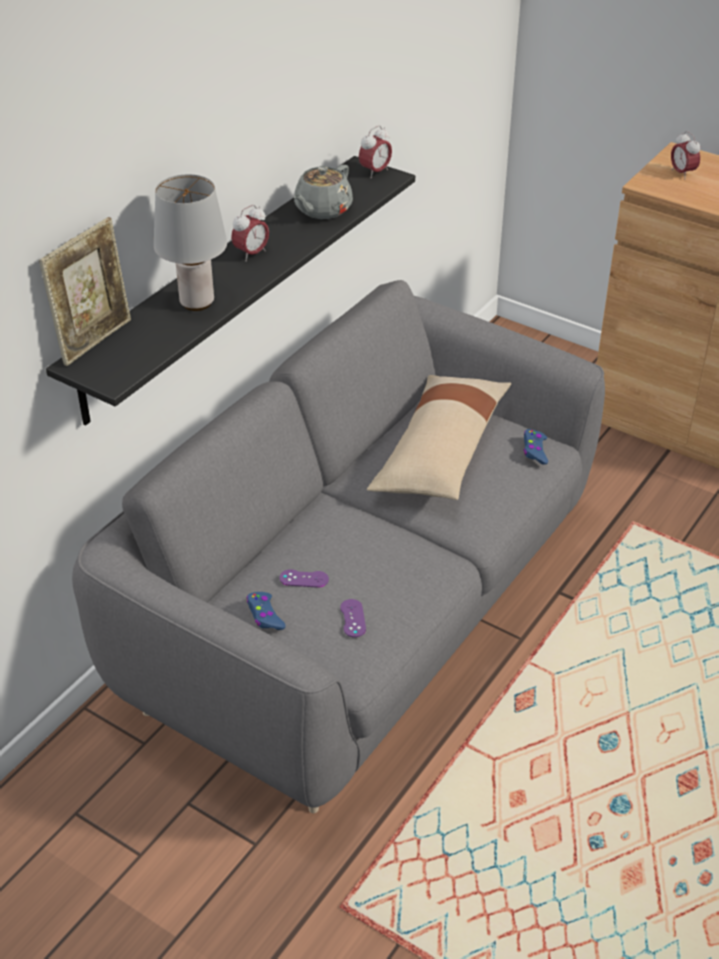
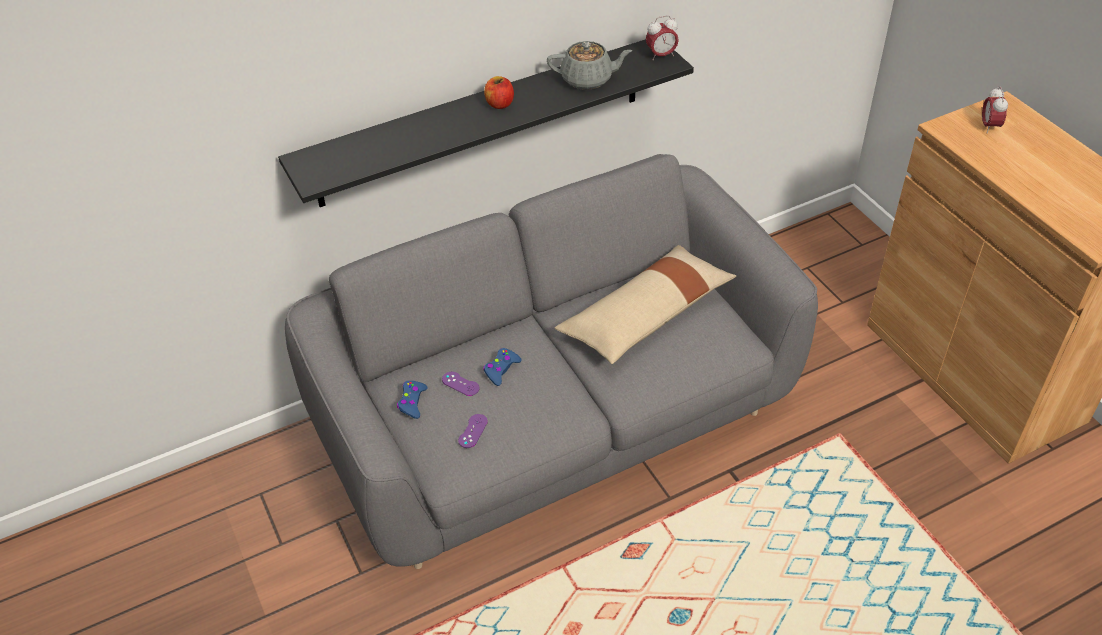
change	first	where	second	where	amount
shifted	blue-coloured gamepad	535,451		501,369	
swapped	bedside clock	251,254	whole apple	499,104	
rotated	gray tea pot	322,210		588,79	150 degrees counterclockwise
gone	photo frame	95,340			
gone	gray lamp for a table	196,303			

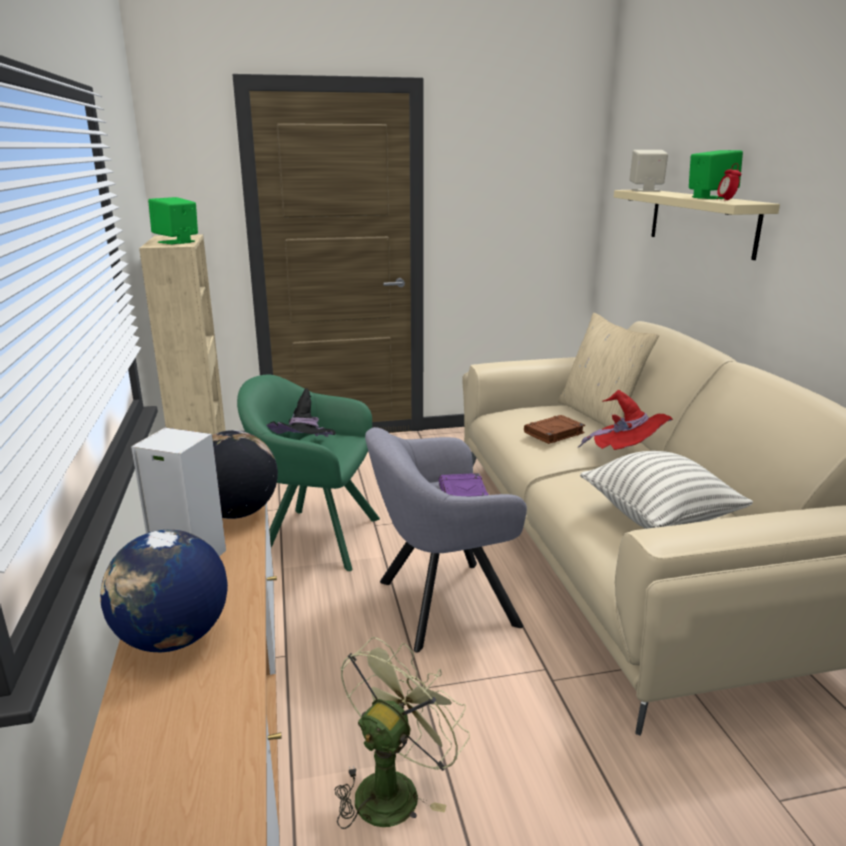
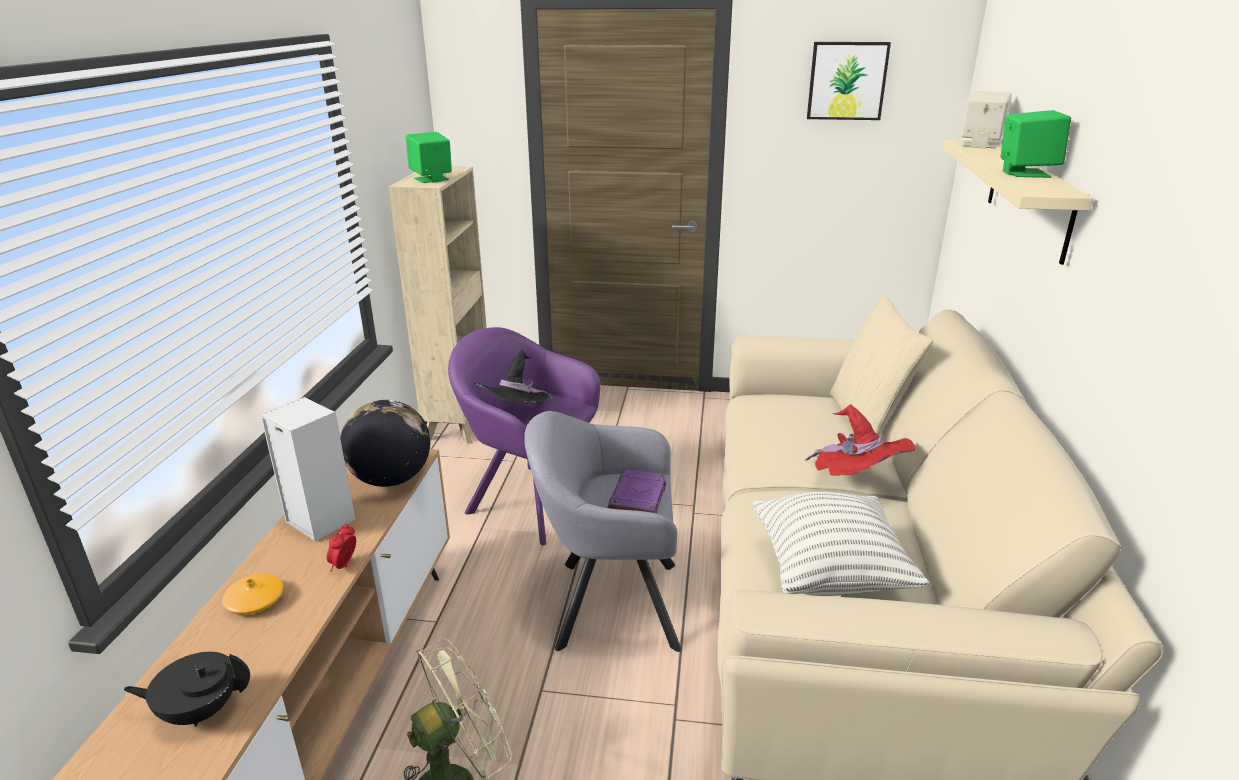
change	first	where	second	where	amount
new			blackish tea pot	200,711	
swapped	desk globe	173,638	orangey flower vase	255,600	
shifted	bedside clock	726,201		345,565	
repainted	green easy chair	314,536	purple easy chair	529,498	
new			picture	847,81	
gone	brown-coloured volume	553,433			

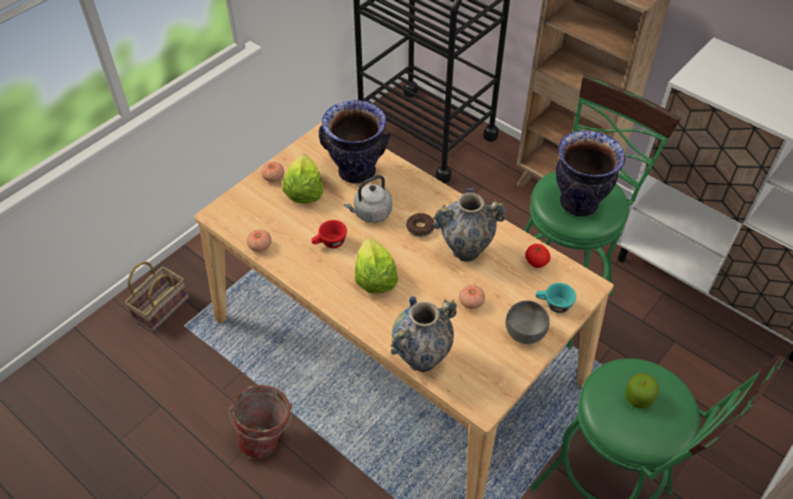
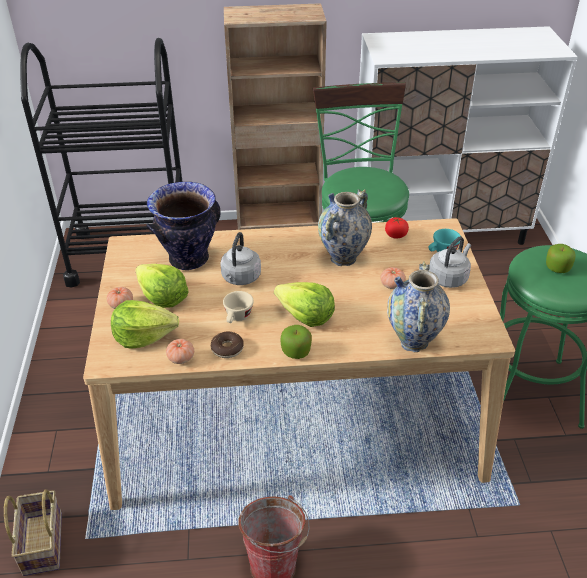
change	first	where	second	where	amount
new			head of lettuce	144,336	
shifted	ring doughnut	420,228		227,349	
repainted	reddish drinking cup	329,243	beige drinking cup	237,318	
new			whole apple	296,351	
swapped	gray deep dish	525,331	gray water kettle	449,278	
gone	flower vase	579,204			

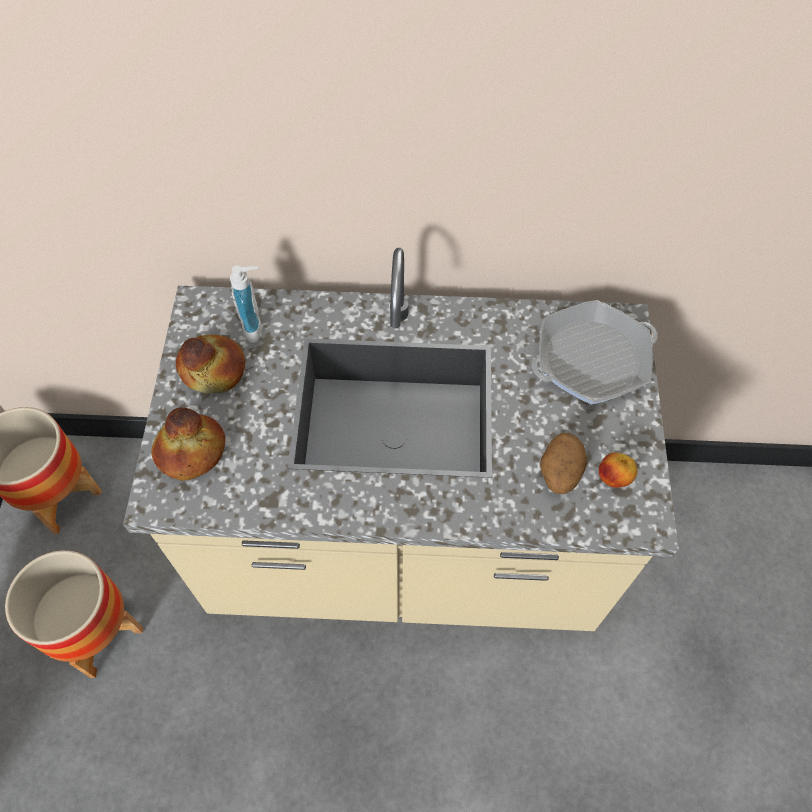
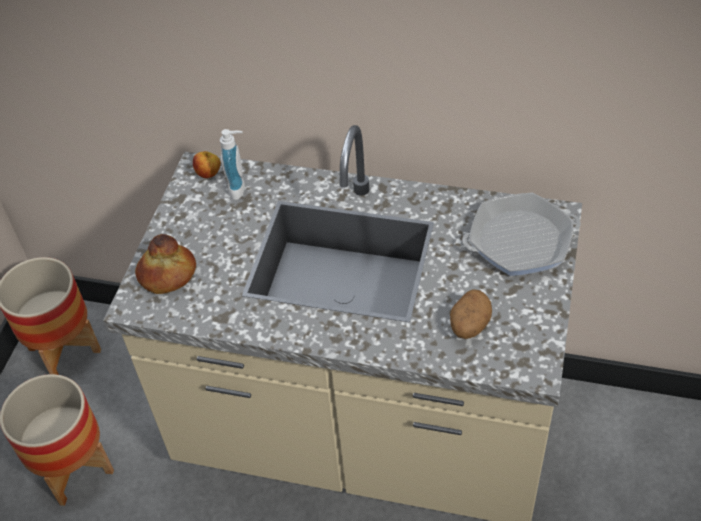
change	first	where	second	where	amount
shifted	whole apple	614,478		209,174	
gone	baked bread	213,368			

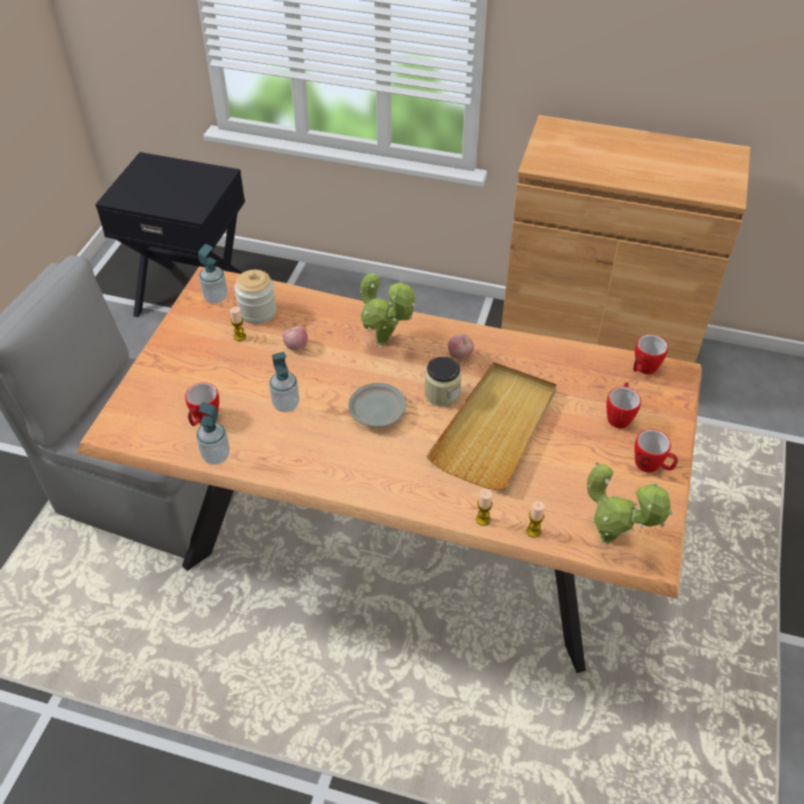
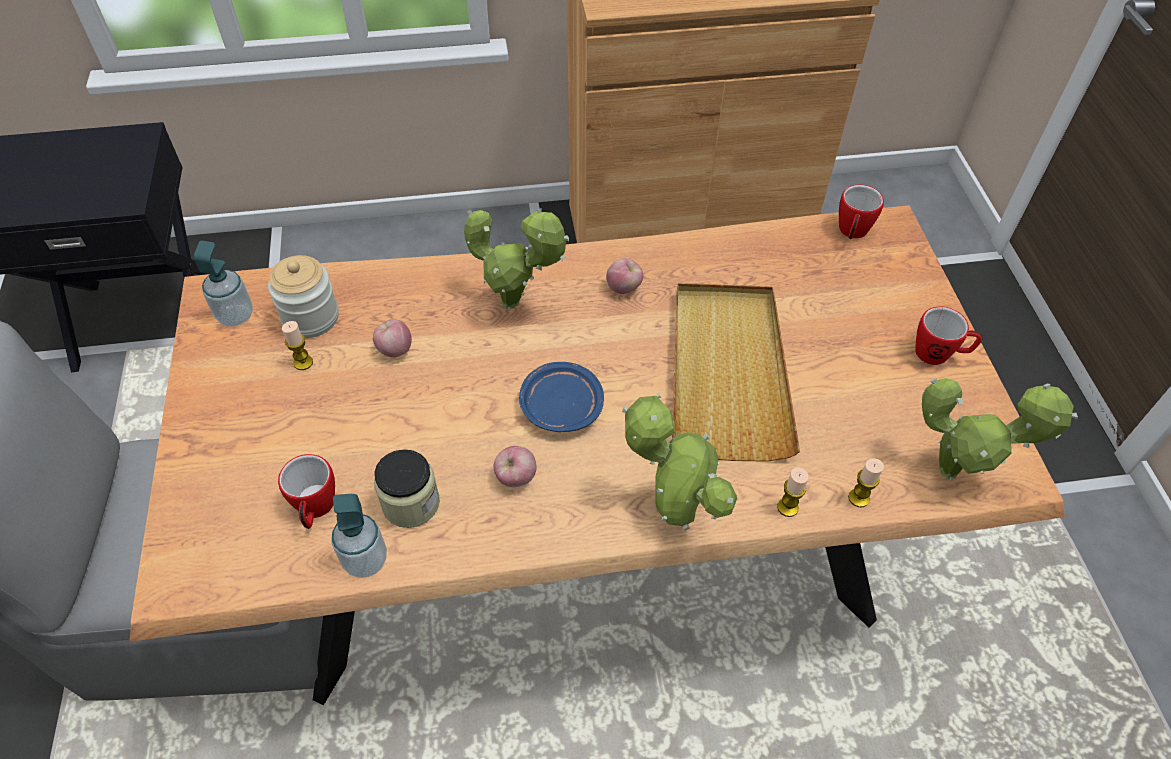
change	first	where	second	where	amount
shifted	preserve jar	442,394		411,503	
new			whole apple	516,478	
repainted	gray dinner plate	377,411	blue-coloured dinner plate	561,405	
new			potted plant	673,513	
gone	liquid soap bottle	286,404			
gone	tea mug	619,416			

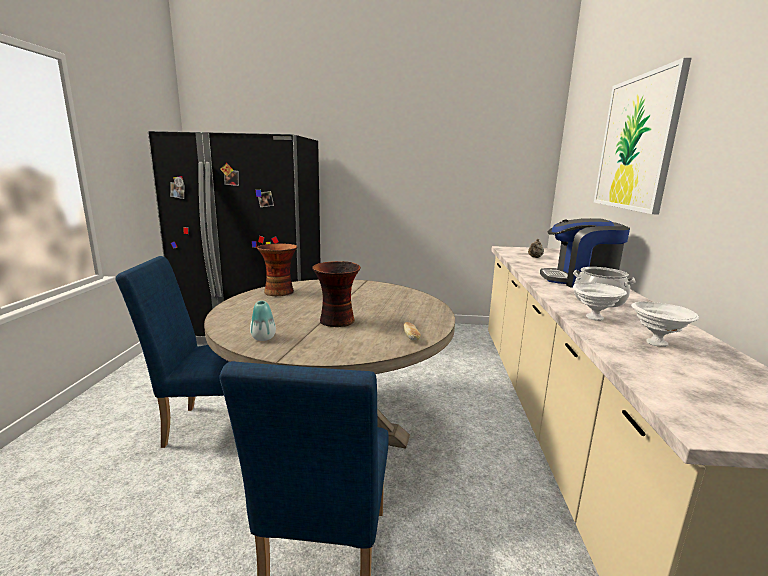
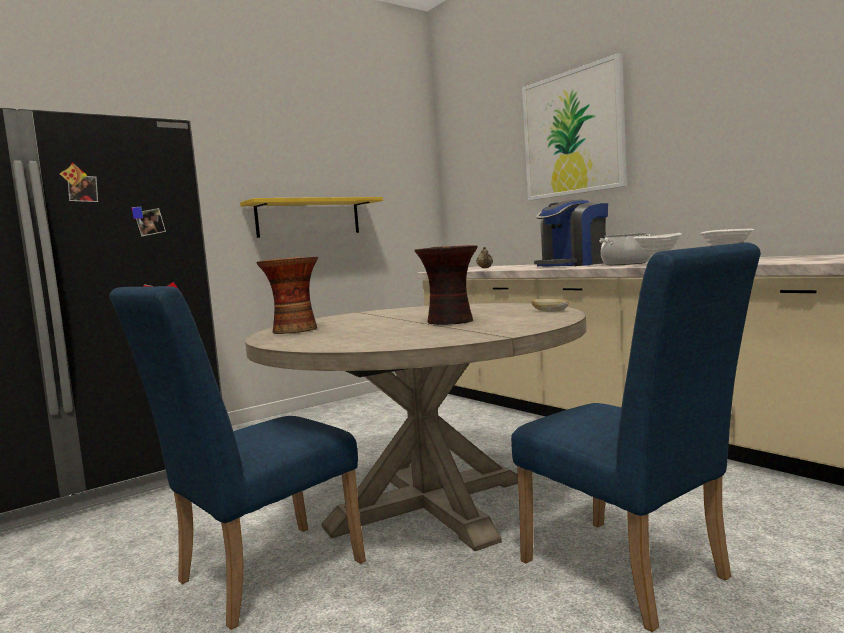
change	first	where	second	where	amount
new			yellow-coloured shelf	308,218	
gone	flower vase	263,338			

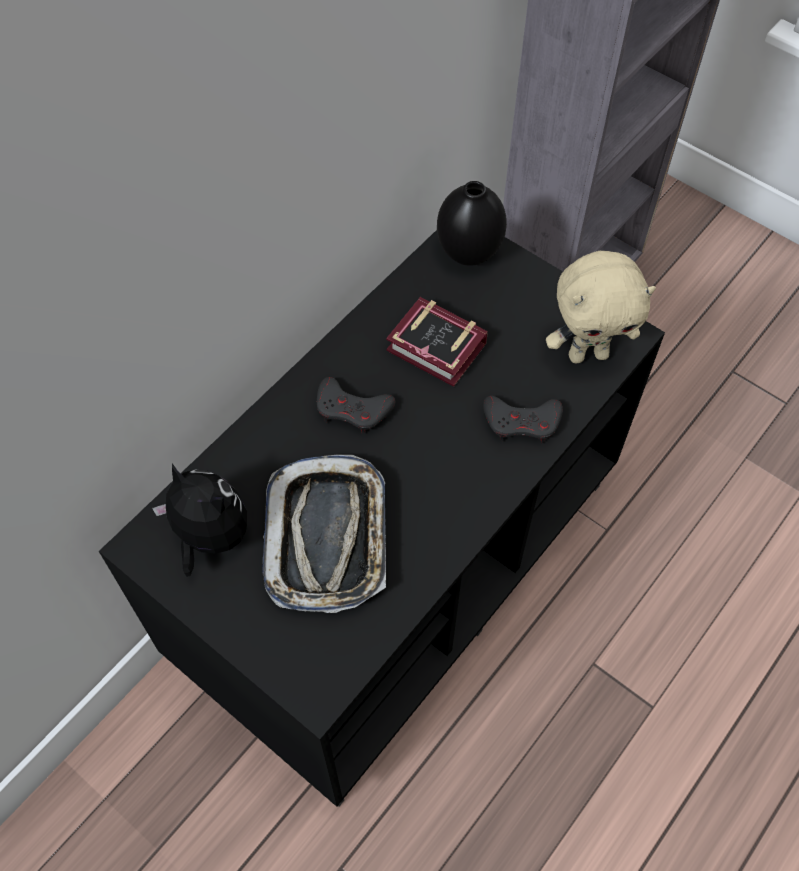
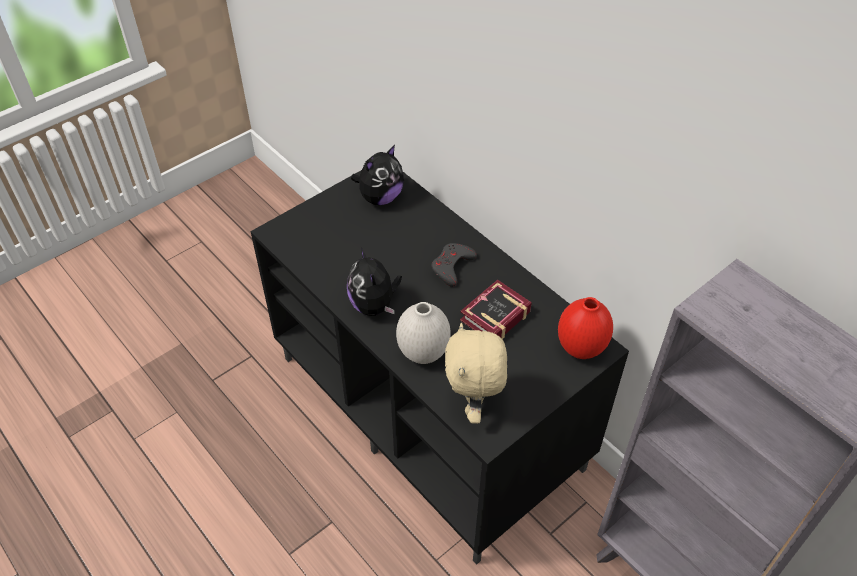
change	first	where	second	where	amount
new			plush toy	374,305	
swapped	gray gamepad	522,422	white-coloured flower vase	423,353	
repainted	blackish flower vase	468,254	reddish flower vase	580,348	
gone	carrying tray	328,537			

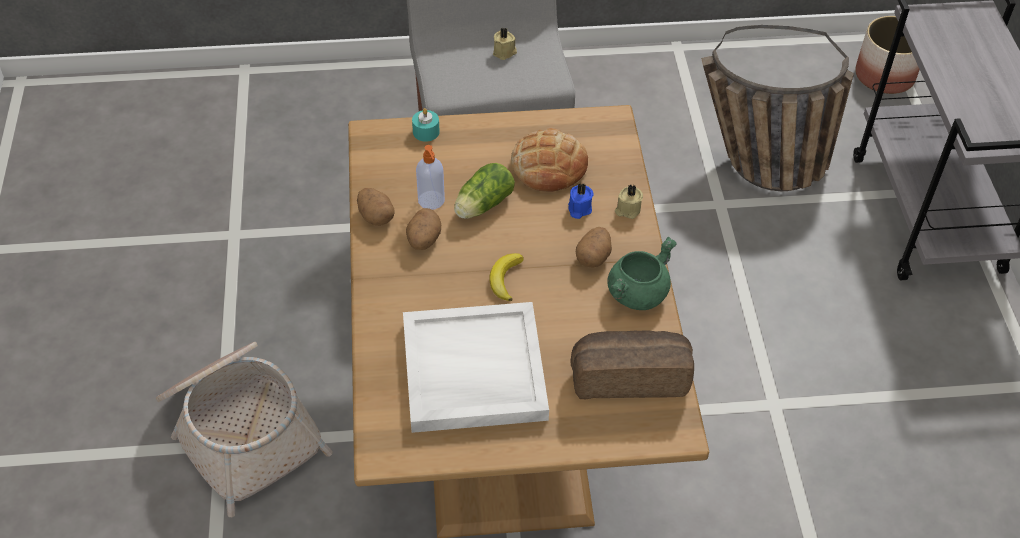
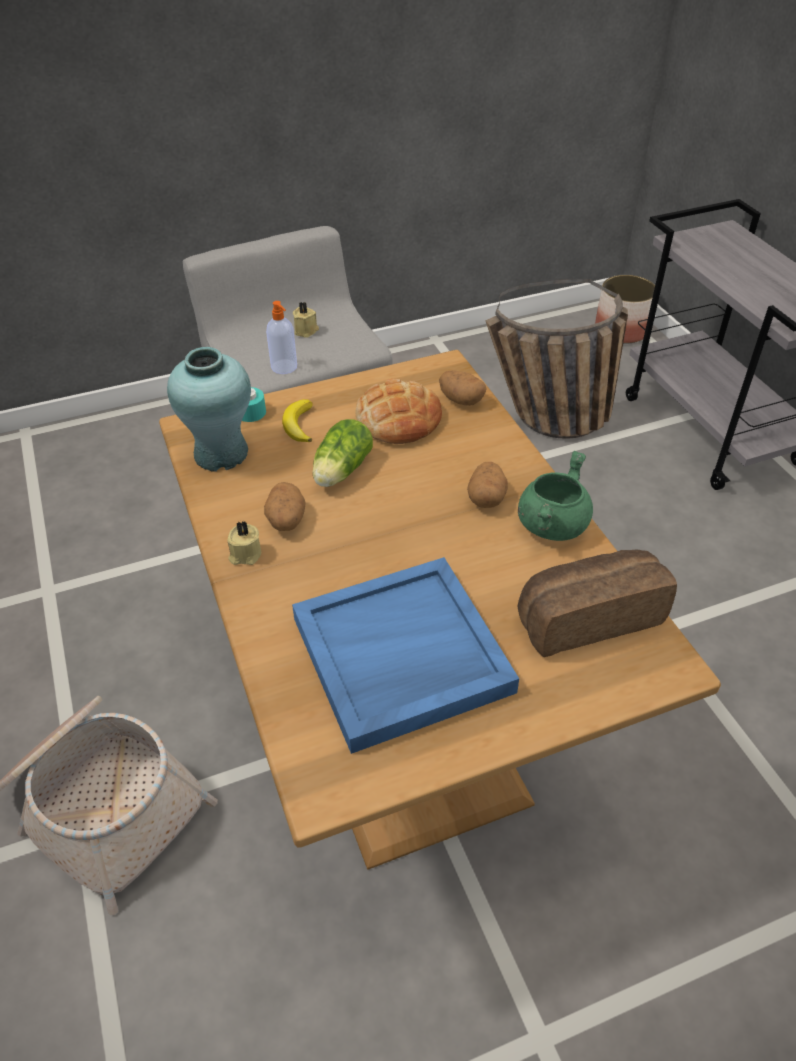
change	first	where	second	where	amount
new			turquoise flower vase	222,453	
shifted	beige wax light	627,210		245,554	
shifted	liquid soap bottle	431,201		284,367	
shifted	banana fruit	505,278		298,425	
repainted	white-coloured carrying tray	472,371	blue-coloured carrying tray	400,656	
shifted	spud	376,216		461,400	
gone	blue-coloured wax light	578,209			

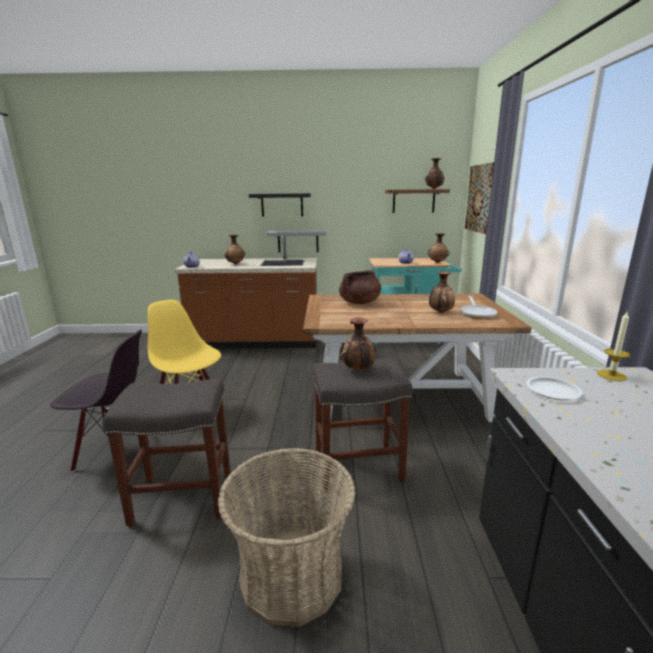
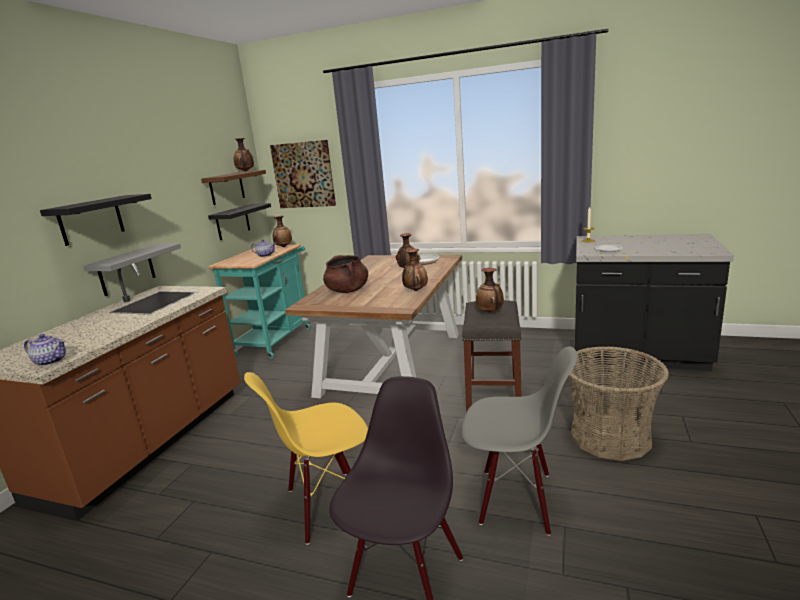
change	first	where	second	where	amount
new			blackish shelf	232,222	
shifted	flower vase	235,264		415,290	
swapped	gray stool seat	181,497	gray upright chair	516,499	

